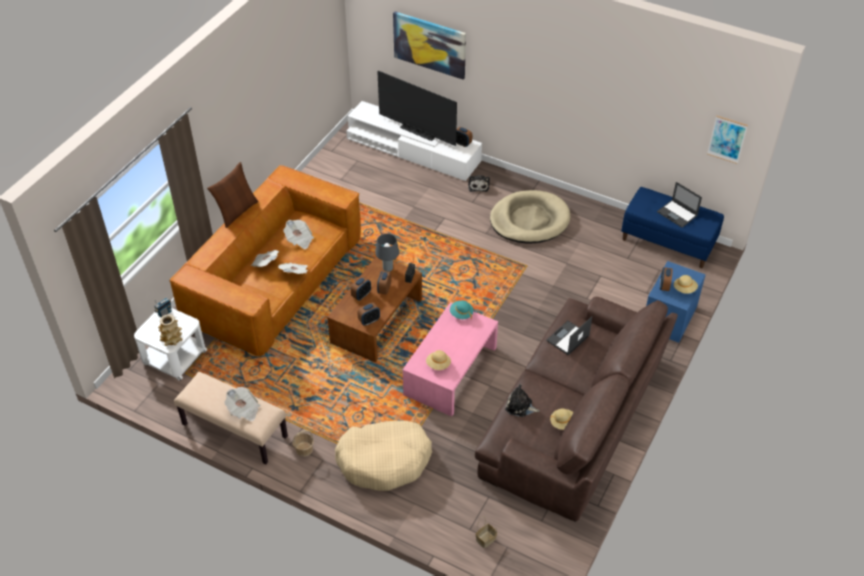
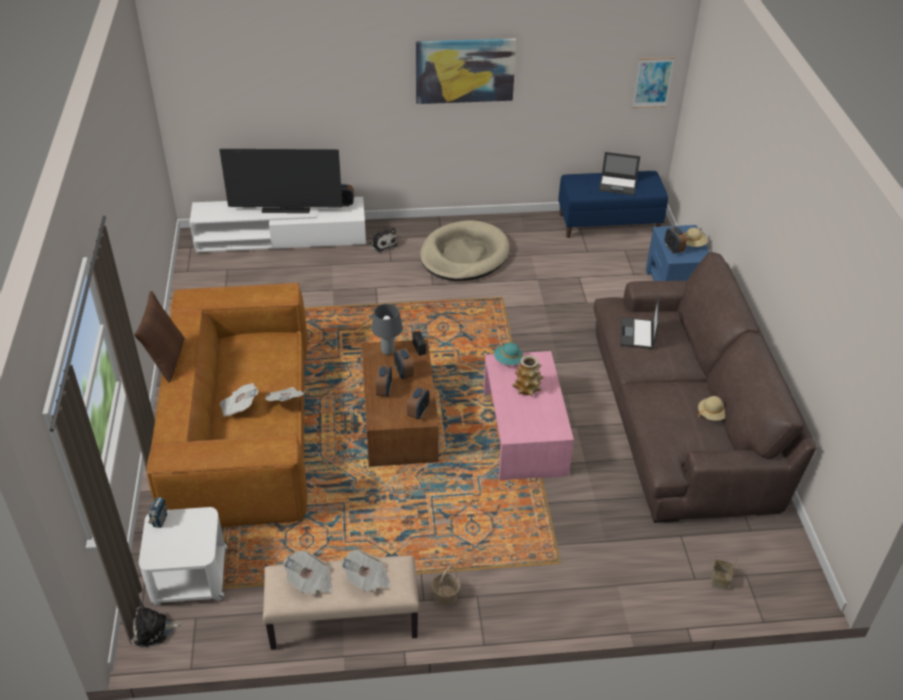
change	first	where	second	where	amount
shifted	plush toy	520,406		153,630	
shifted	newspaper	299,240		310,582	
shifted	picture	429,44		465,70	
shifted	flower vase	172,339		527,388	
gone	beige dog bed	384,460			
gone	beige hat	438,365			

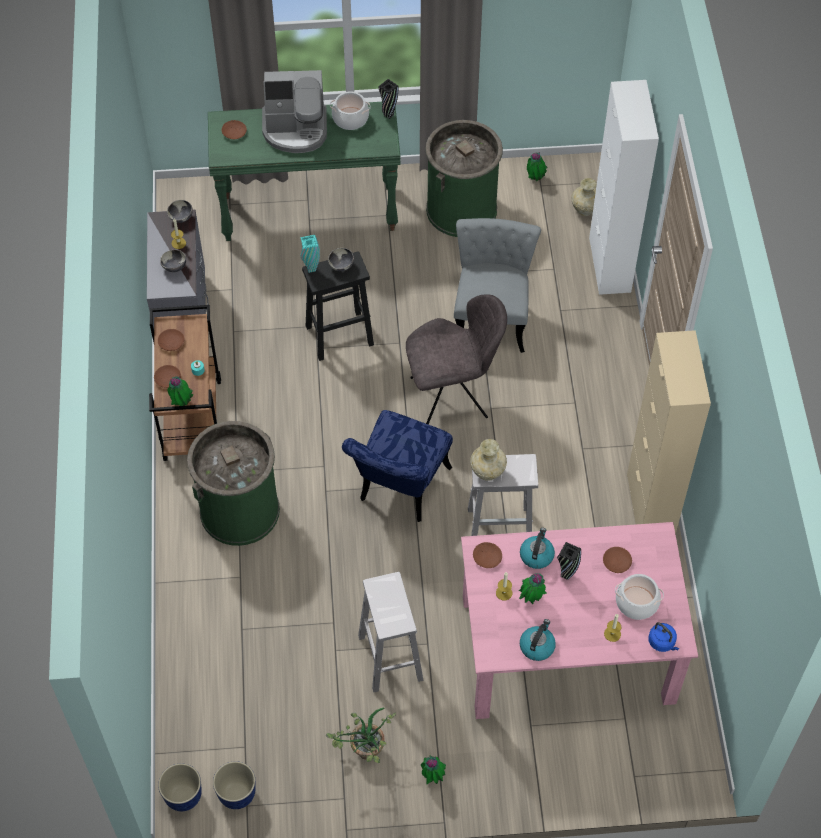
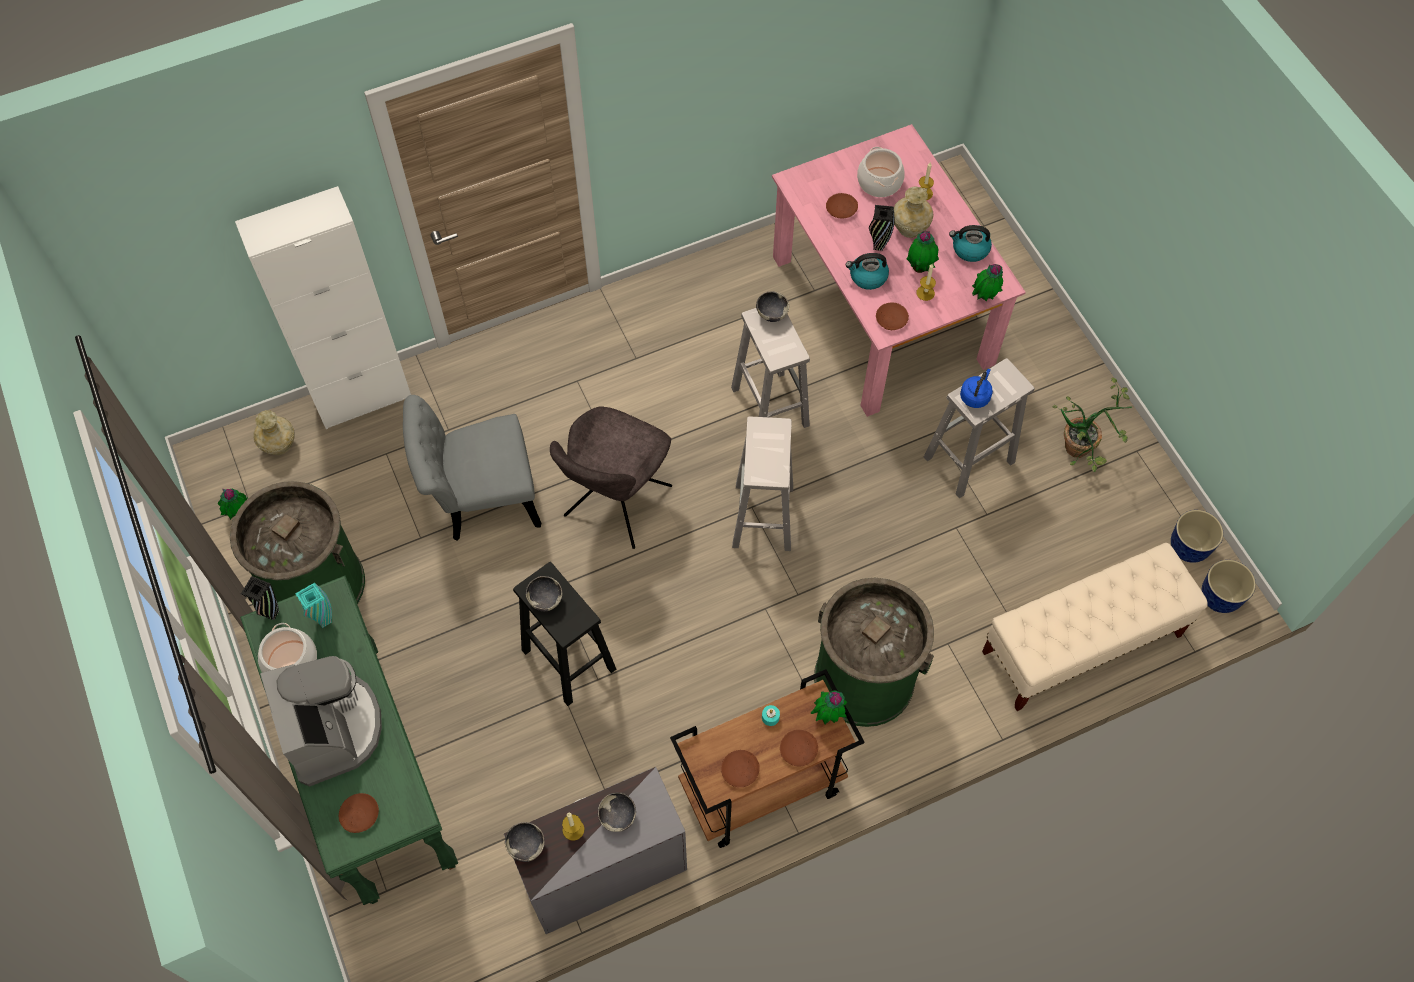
change	first	where	second	where	amount
shifted	turquoise flower vase	311,269		324,621	
rotated	gray upright chair	452,397		615,504	120 degrees counterclockwise
swapped	blue-coloured upright chair	399,489	white-coloured stool seat	763,518	
new			deep dish	771,314	
shifted	beige flower vase	487,471		909,229	
shifted	blue-coloured water kettle	662,642		975,396	
shifted	potted plant	432,776		984,298	
new			beige indoor bench	1081,644	
gone	beige cupboard	650,506			

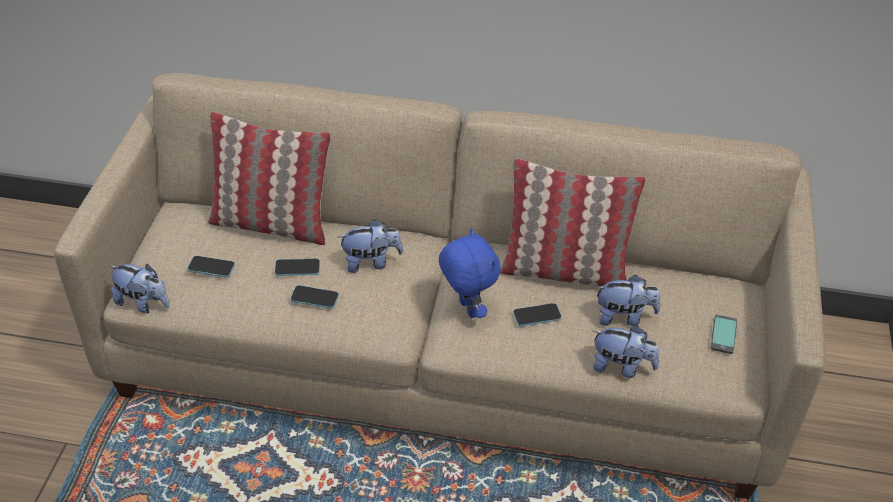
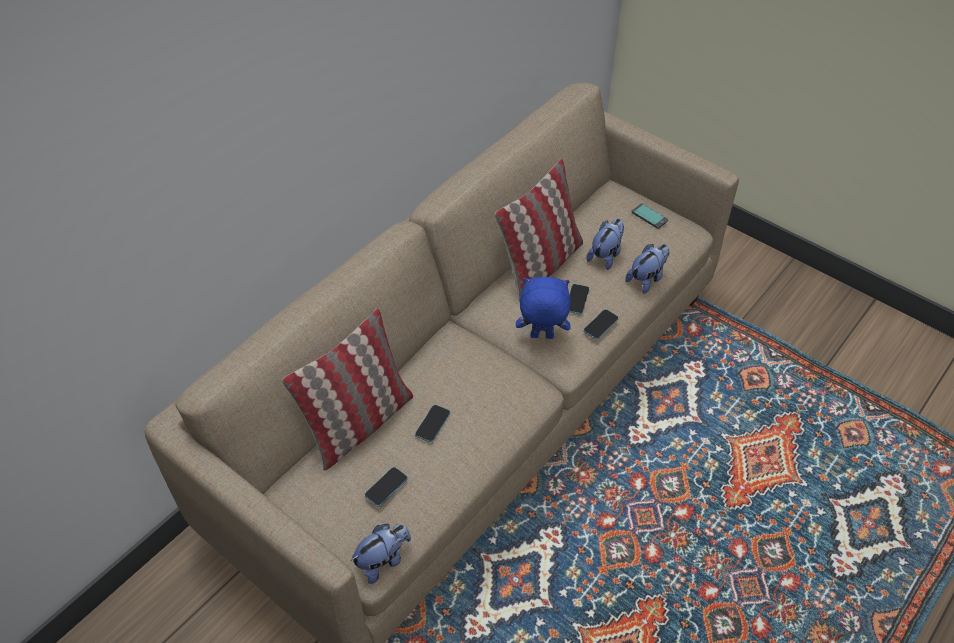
change	first	where	second	where	amount
shifted	telephone	314,298		600,325	
gone	plush toy	371,262			

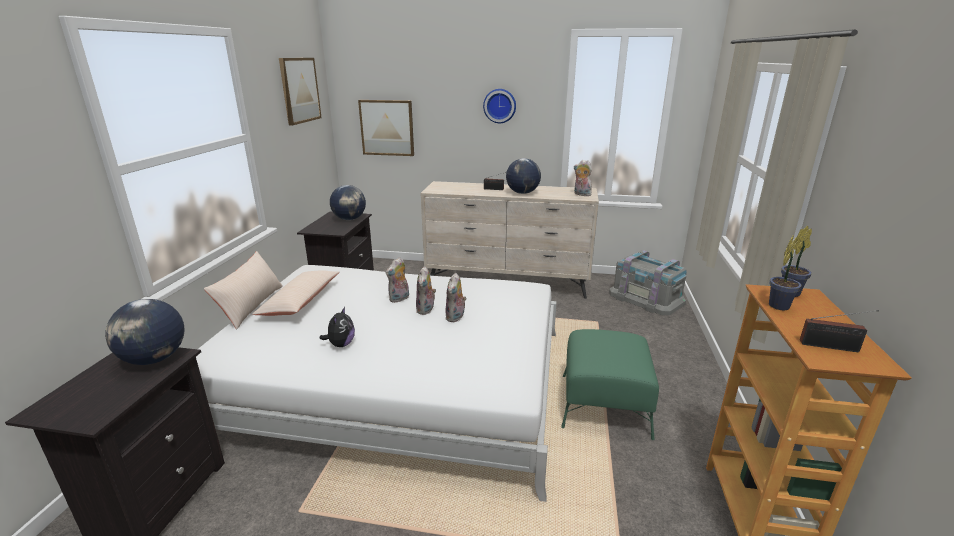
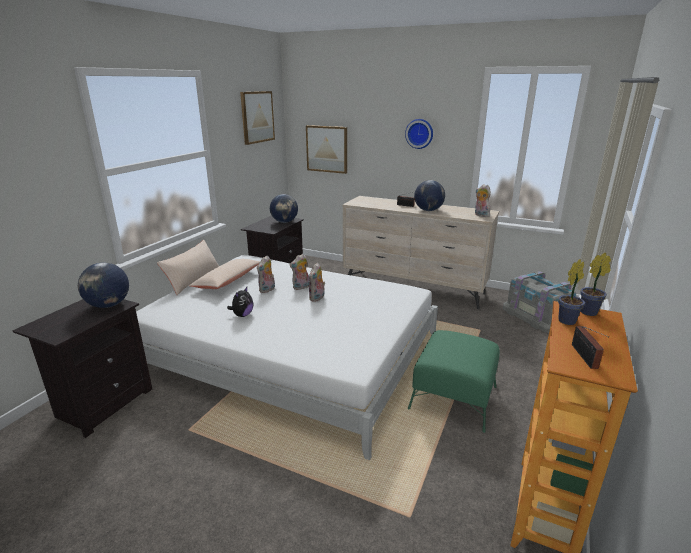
change	first	where	second	where	amount
shifted	plush toy	456,317		267,290	
rotated	radio set	832,347		585,357	60 degrees clockwise

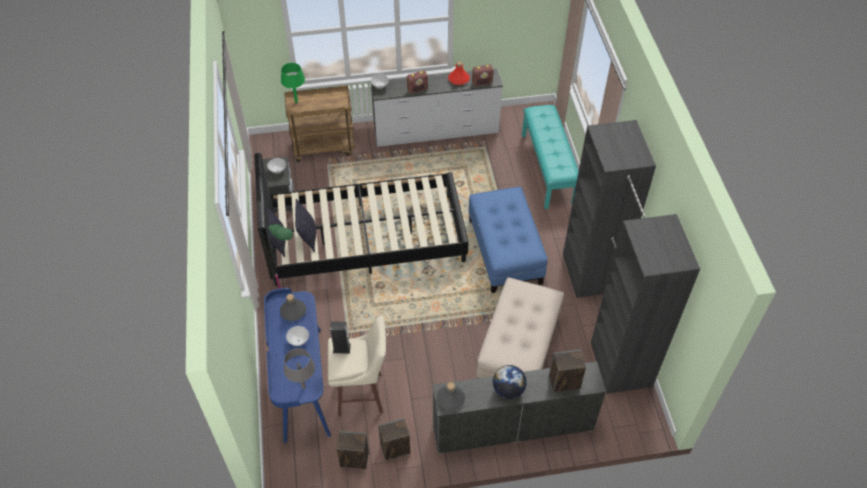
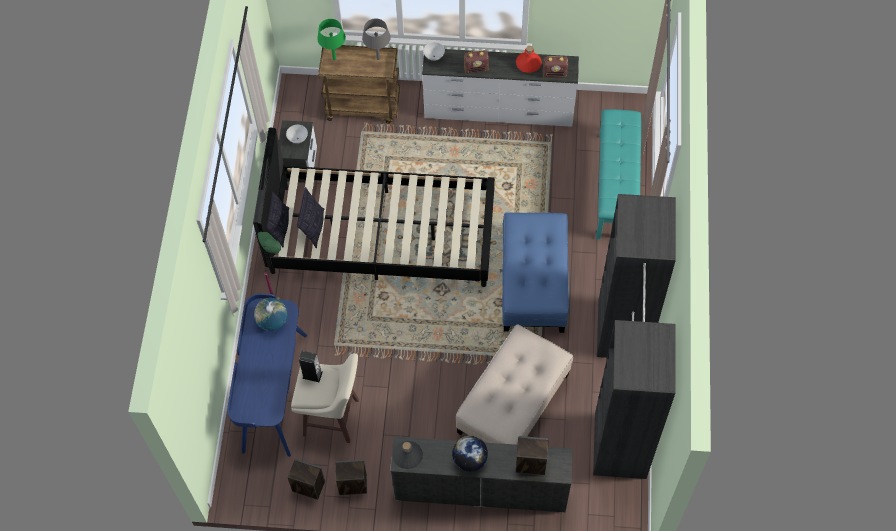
change	first	where	second	where	amount
swapped	gray drink bottle	293,311	desk globe	272,321	
shifted	gray lamp for a table	303,387		378,58	
gone	white-coloured deep dish	298,341			

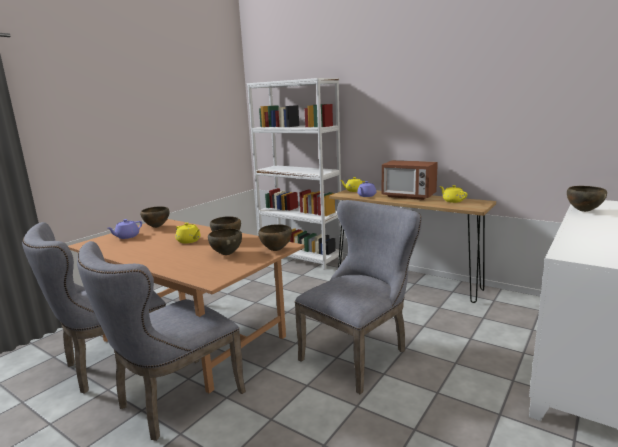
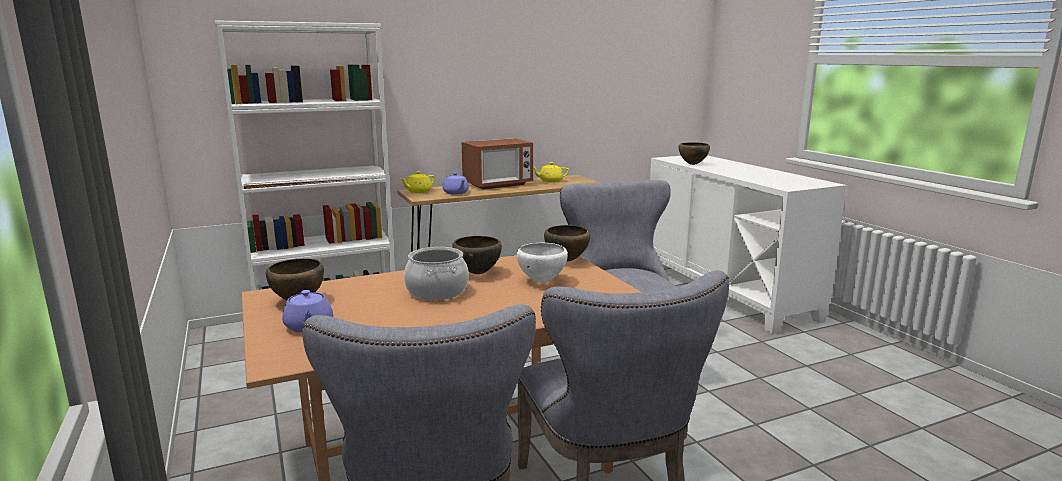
change	first	where	second	where	amount
swapped	yellow-coloured tea pot	189,241	saucepot	436,291	
repainted	brown-coloured deep dish	227,254	white-coloured deep dish	541,281	

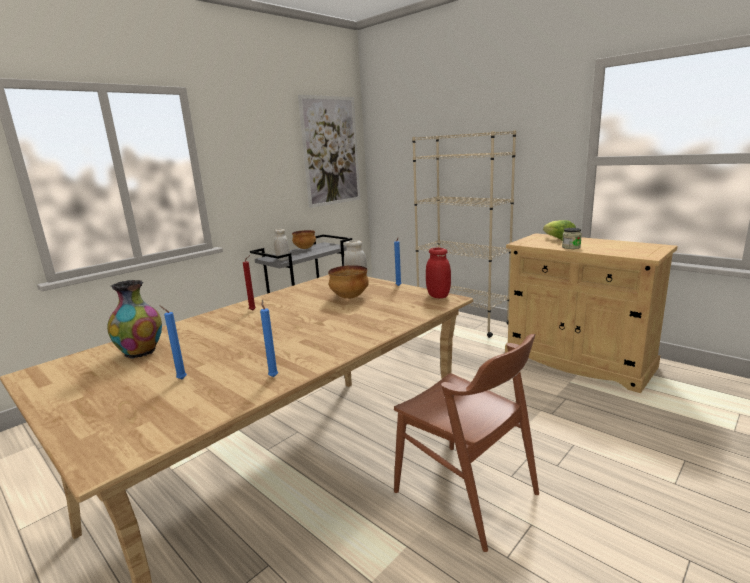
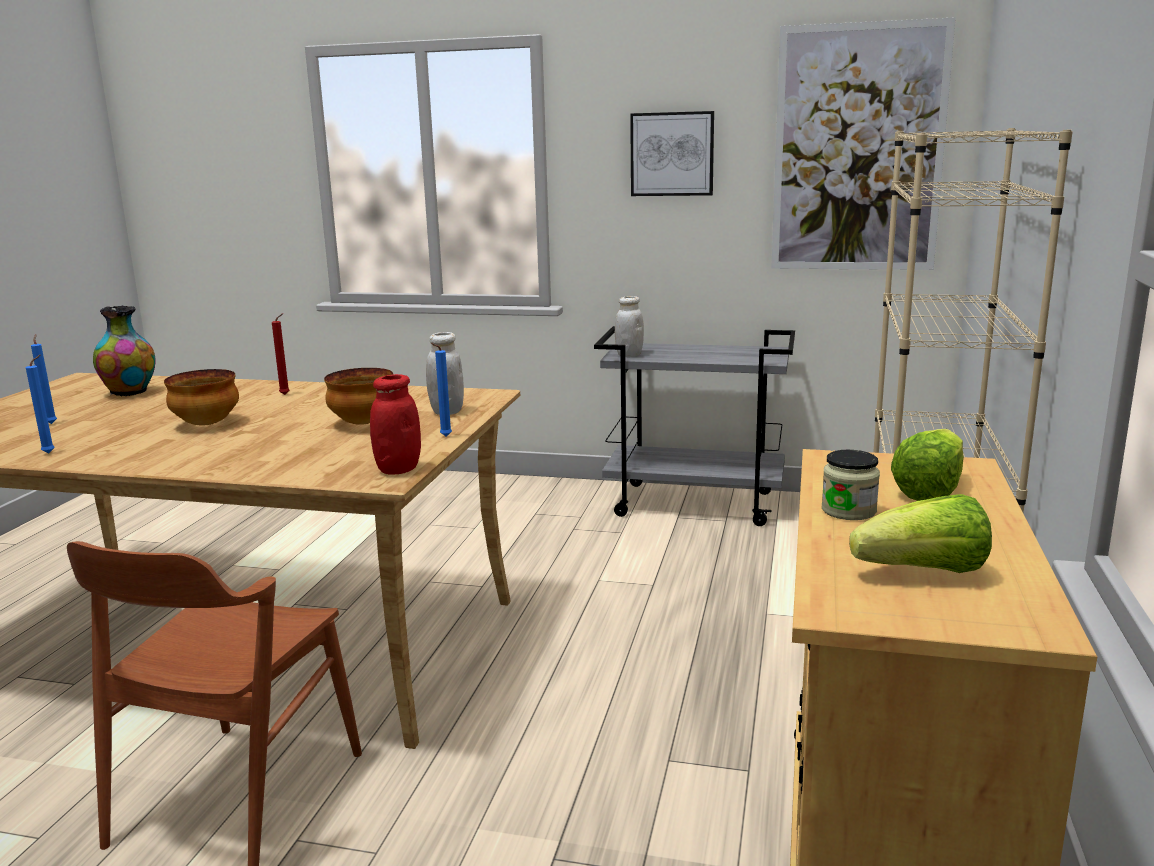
change	first	where	second	where	amount
shifted	deep dish	304,248		207,424	
new			picture	672,154	
new			head of lettuce	924,572	

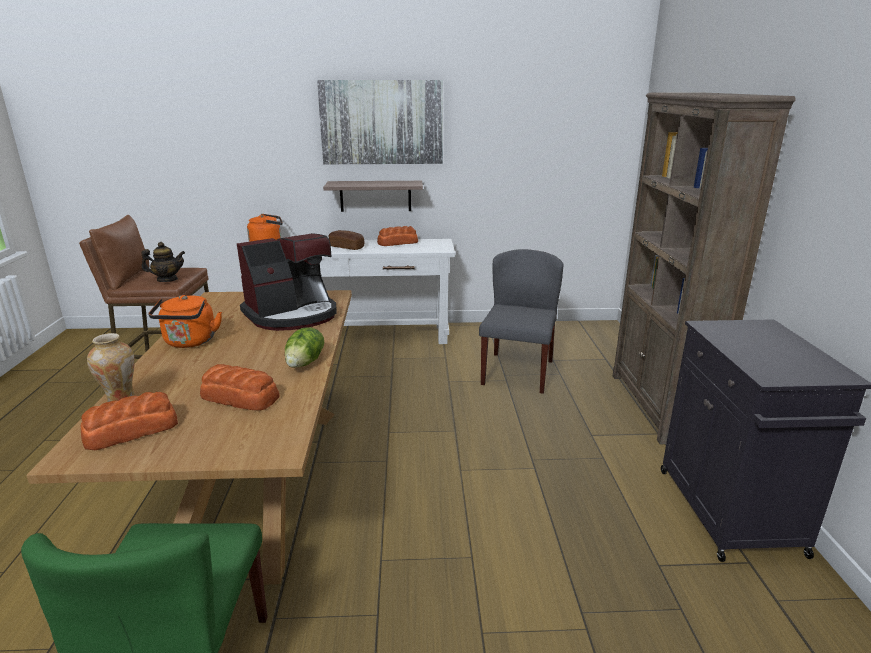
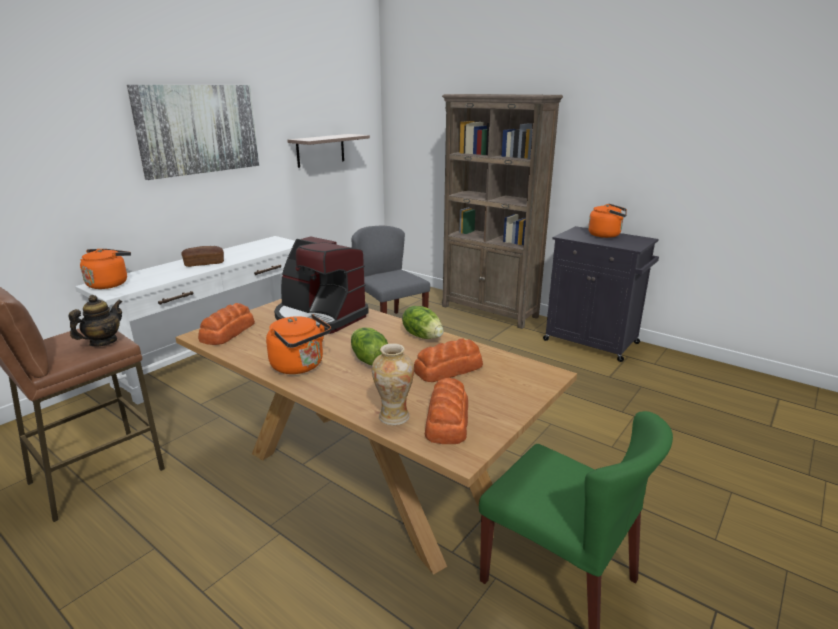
change	first	where	second	where	amount
shifted	baked bread	397,242		227,332	
rotated	coffee machine	292,315		319,318	120 degrees clockwise
shifted	shelf	375,196		320,150	
new			head of lettuce	368,359	
new			orangey water kettle	606,235	

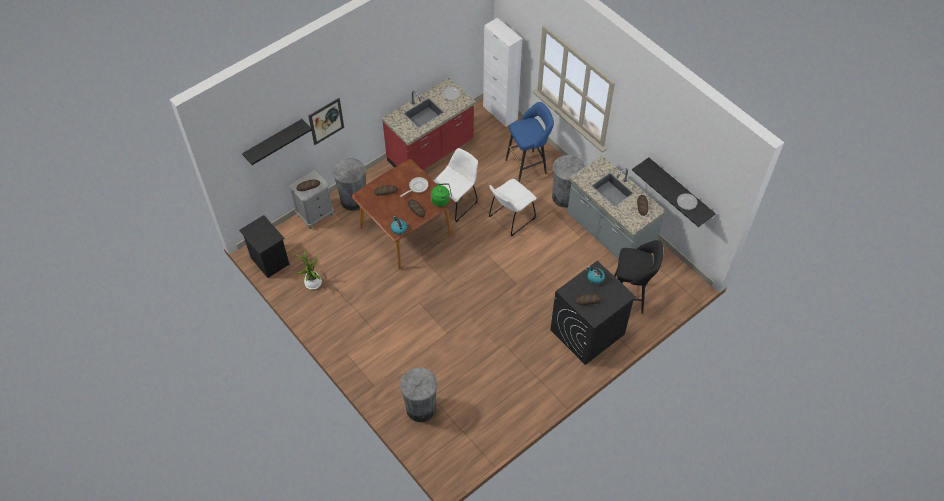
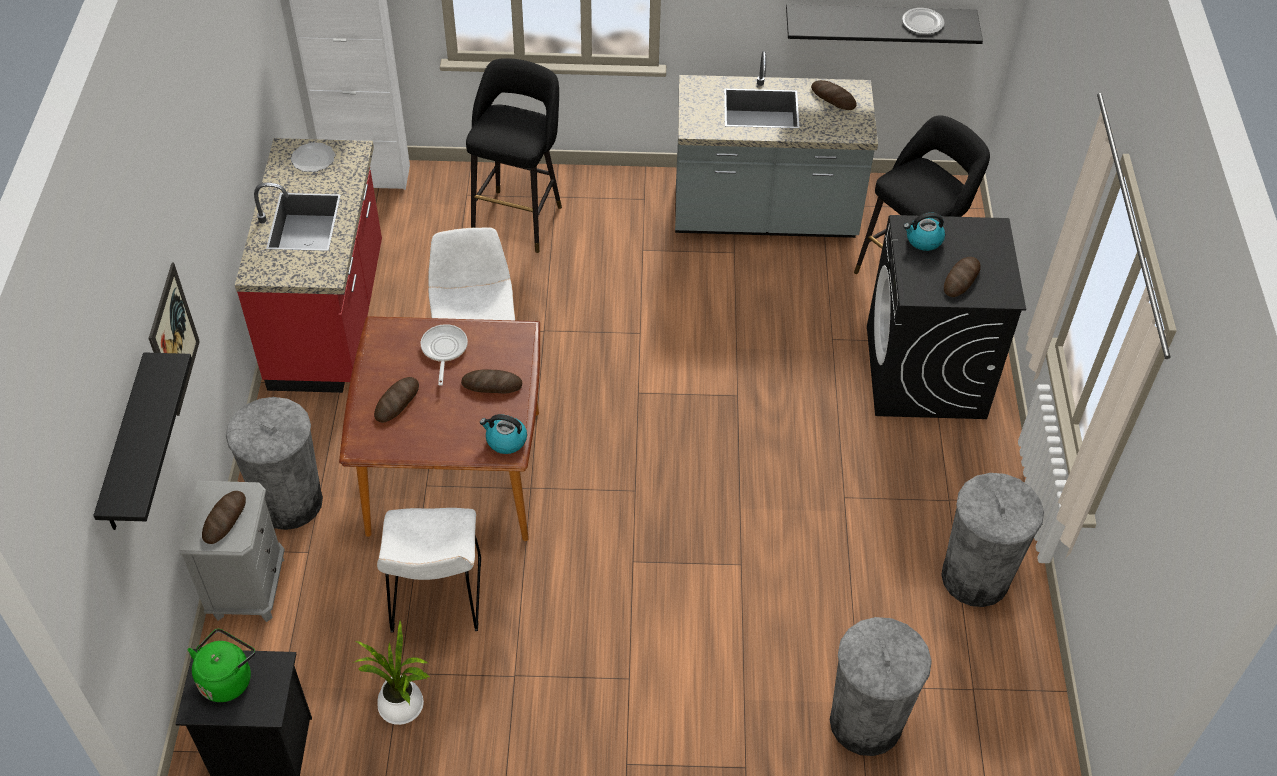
change	first	where	second	where	amount
shifted	green water kettle	441,200		227,678	
shifted	white-coloured upright chair	510,219		436,601	
repainted	blue-coloured stool seat	528,166	blackish stool seat	519,217	
shifted	gray rubbish bin	565,197		975,577	

